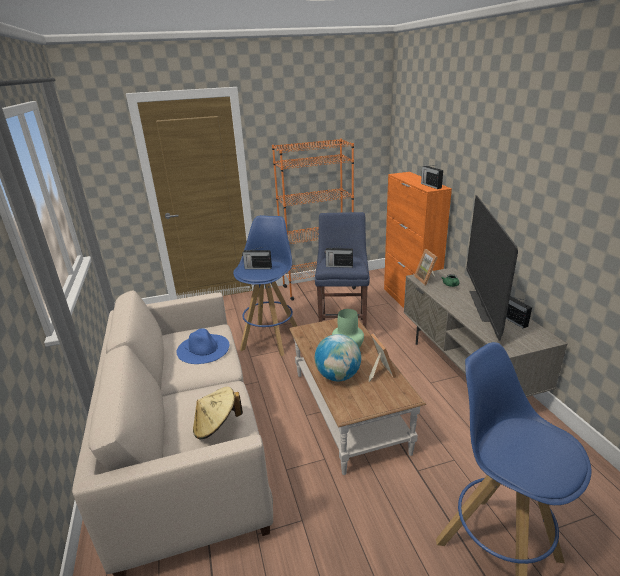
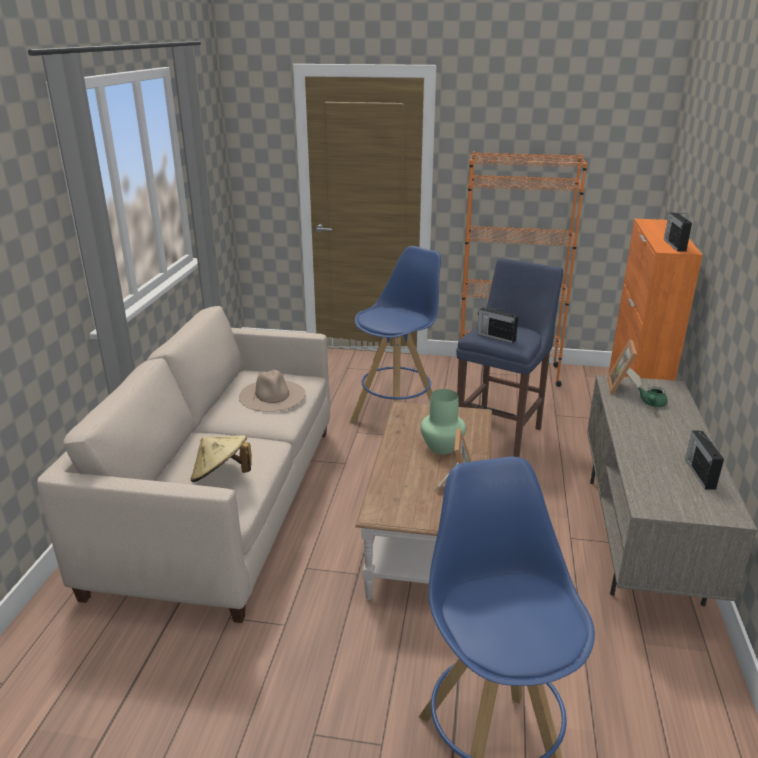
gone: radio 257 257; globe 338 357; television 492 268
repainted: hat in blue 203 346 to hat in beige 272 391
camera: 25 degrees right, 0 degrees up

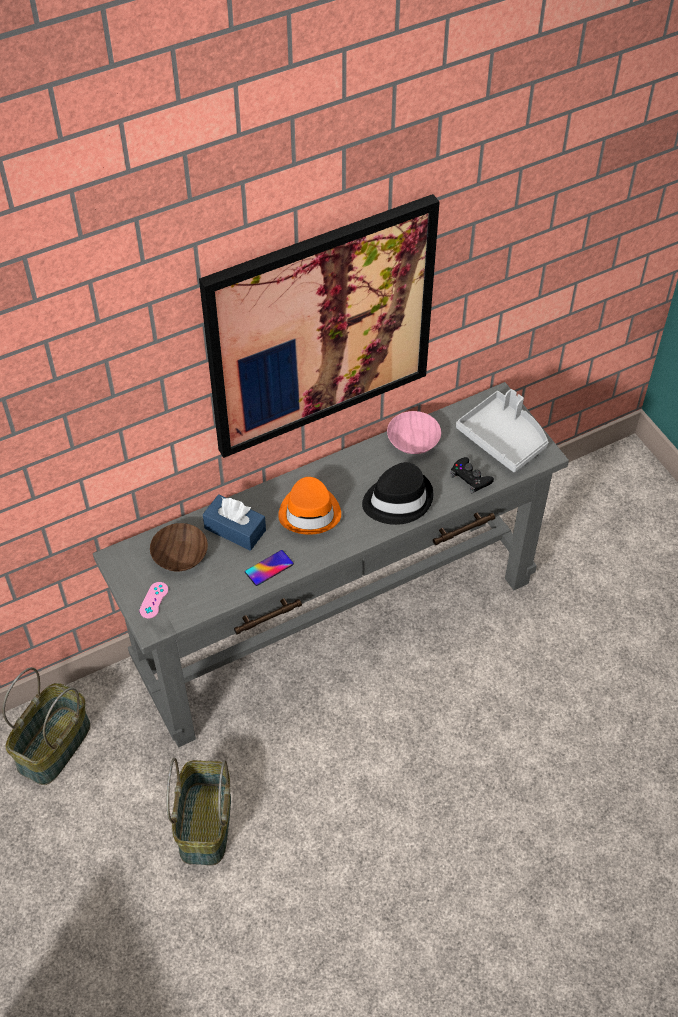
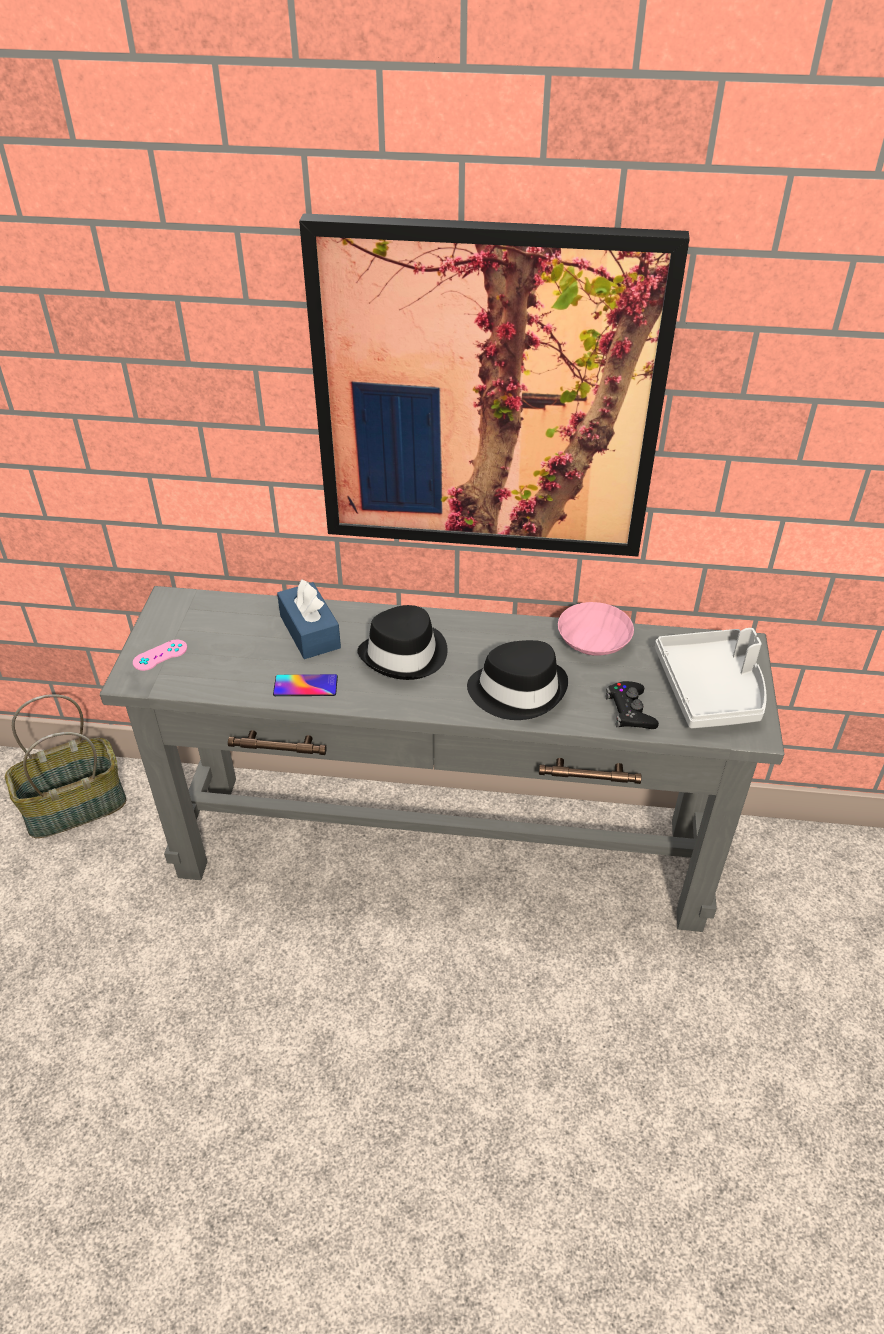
gone: bowl in brown 179 547; basket 198 811
repainted: hat in orange 309 506 to hat in black 402 642
camera: 35 degrees right, 10 degrees down

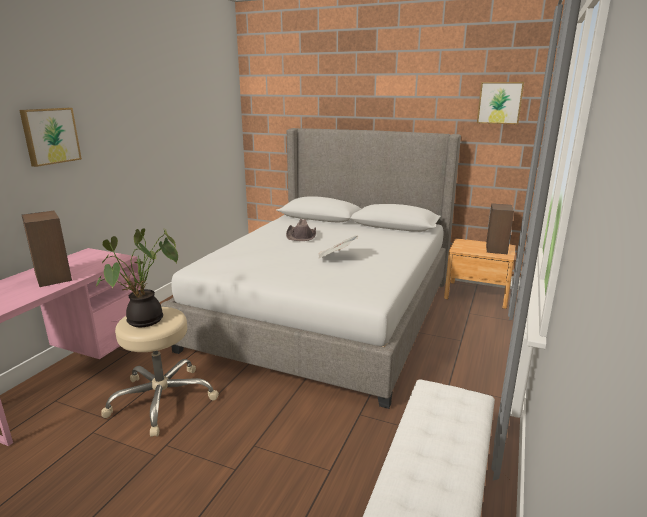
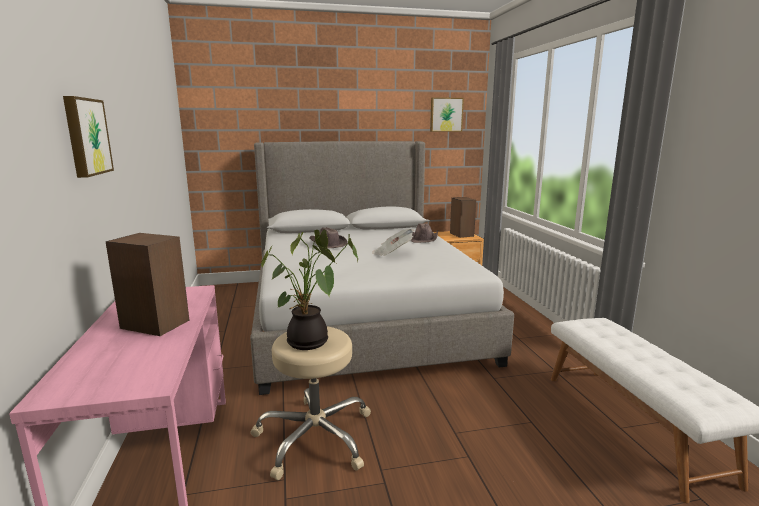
new: hat in brown 424 233
camera: 35 degrees left, 5 degrees down

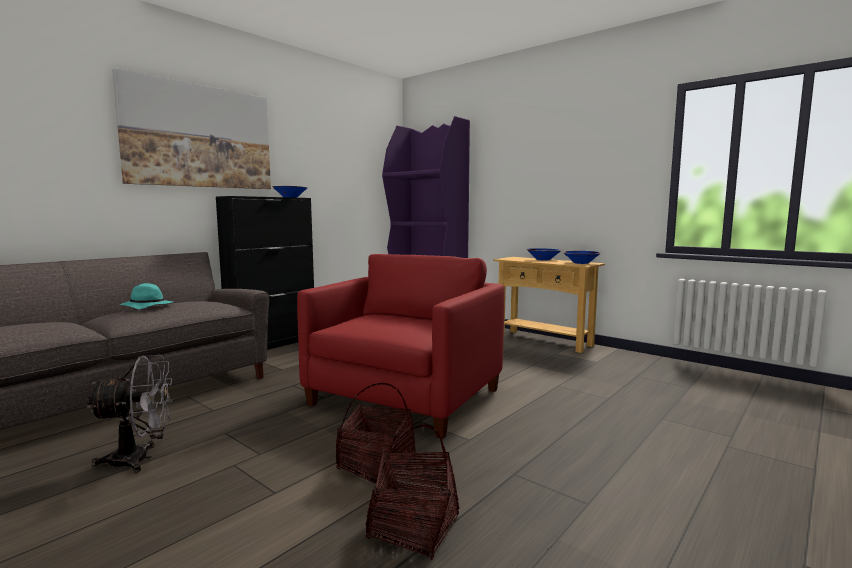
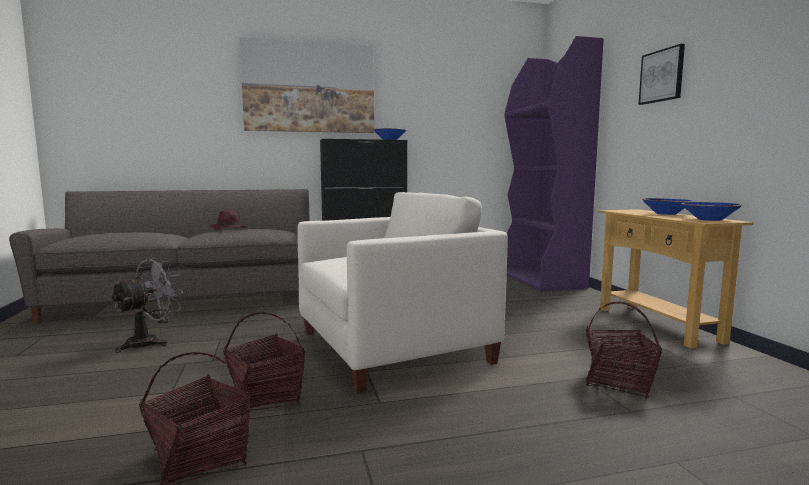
new: basket 624 350; picture 661 74
repainted: hat in turquoise 146 296 to hat in purple 228 220; armchair in red 400 346 to armchair in white 402 293
rotated: fan in grey 130 414 = 146 305 75 degrees counterclockwise
camera: 35 degrees right, 0 degrees up

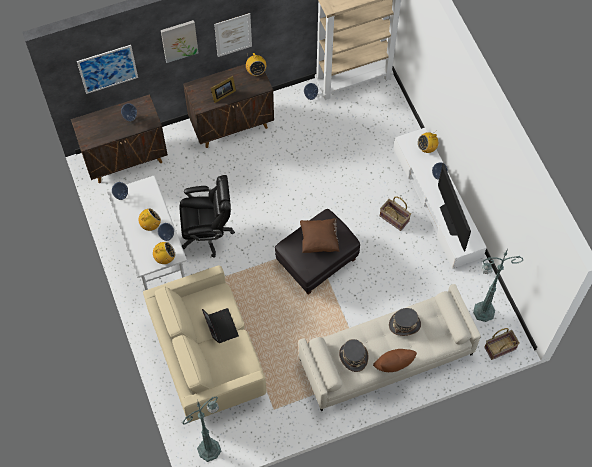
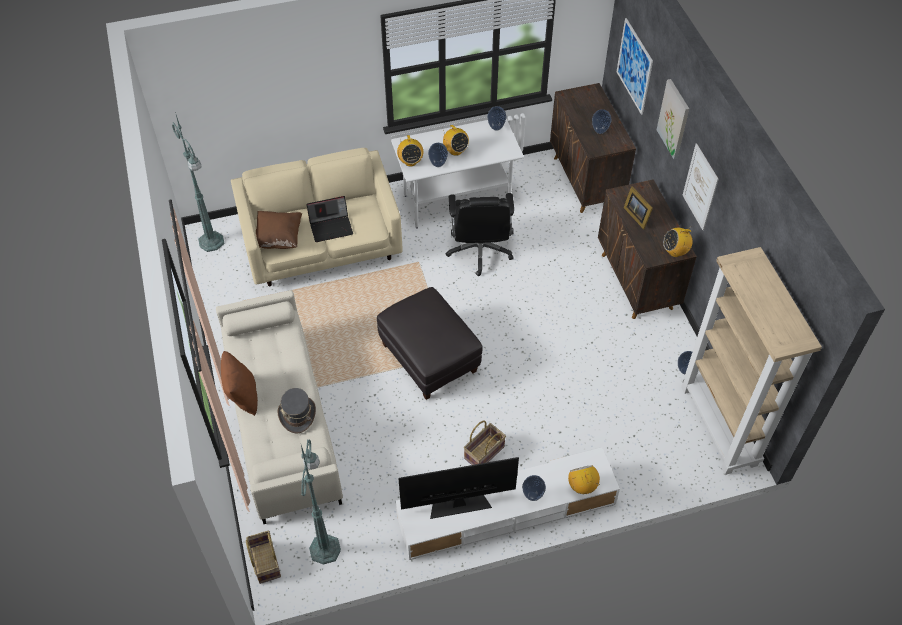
gone: hat in grey 353 355
shifted: pillow in brown 320 235 to 279 230
camera: 95 degrees right, 10 degrees down

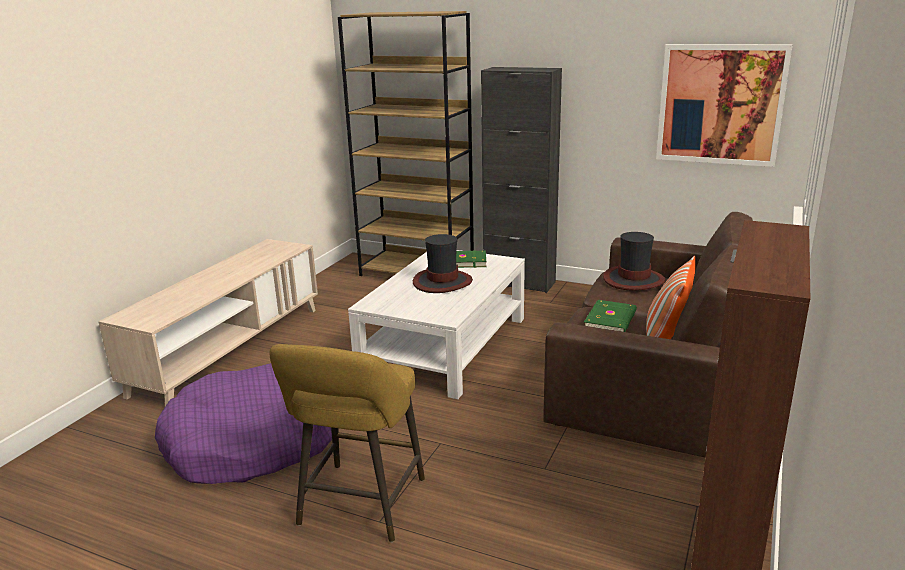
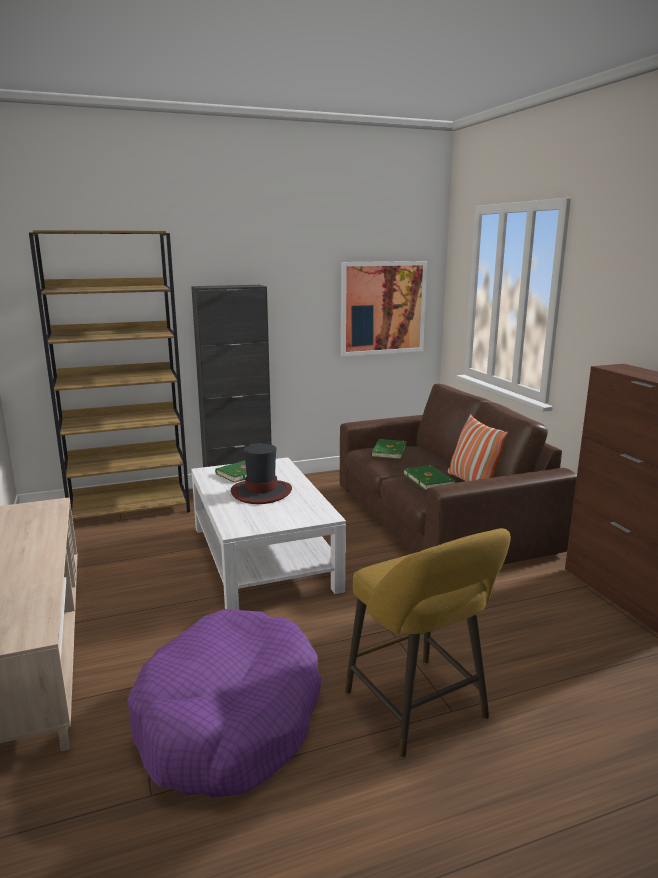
swapped: hat 634 261 to book in green 389 449
camera: 45 degrees left, 5 degrees down

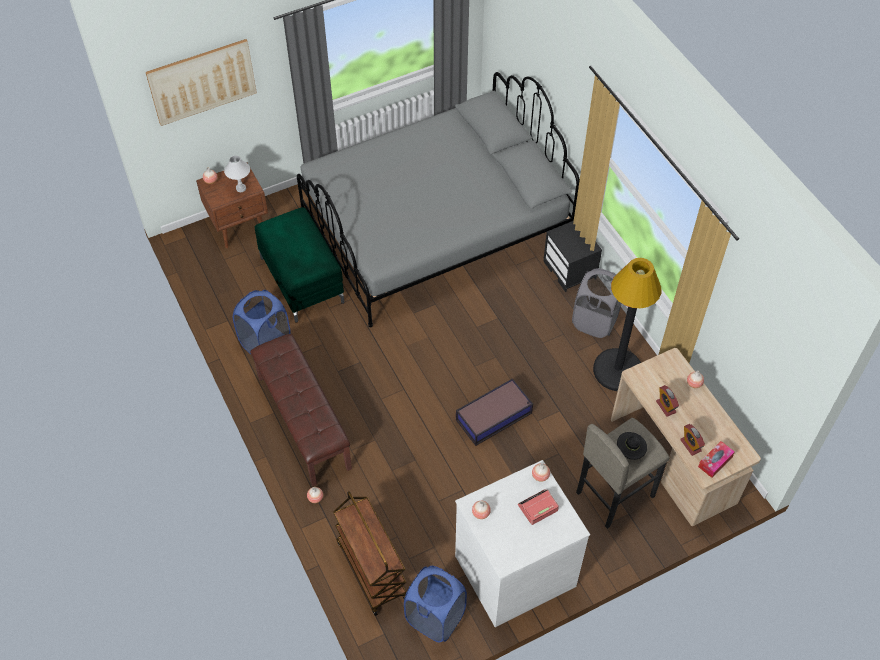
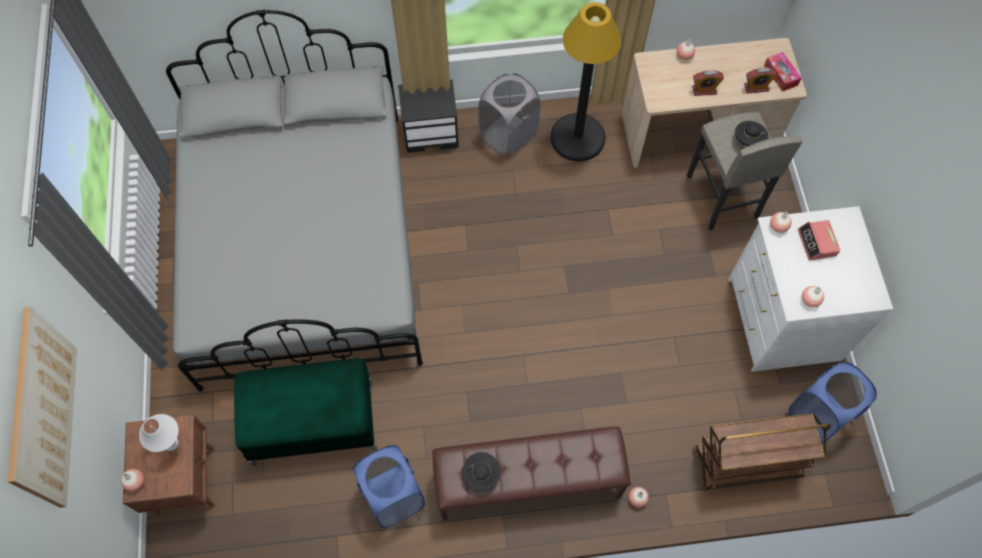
gone: storage box 494 412
new: hat in black 481 471
camera: 70 degrees left, 10 degrees up

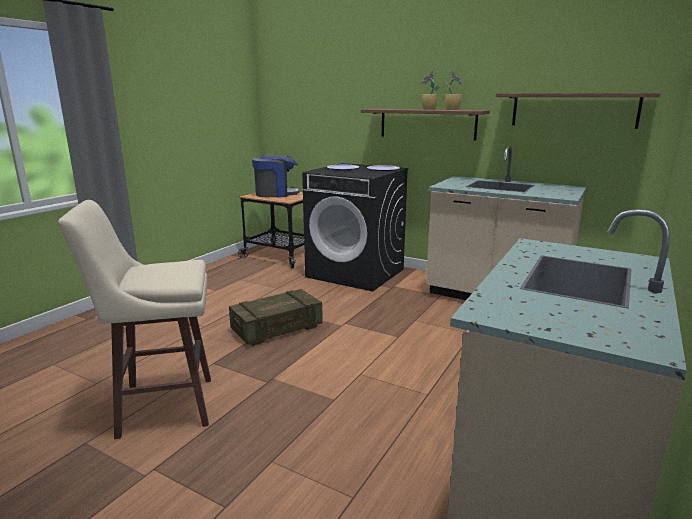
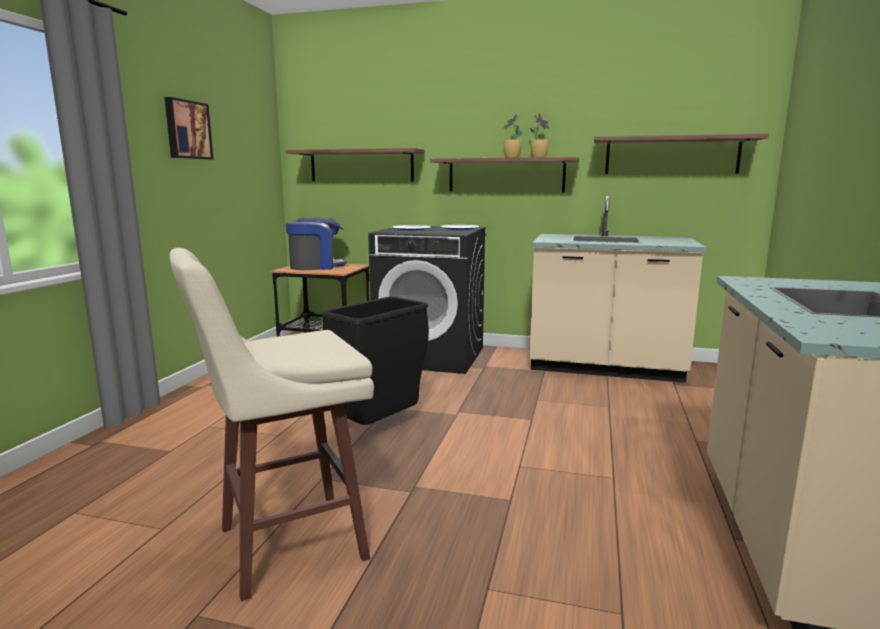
new: picture 189 128; shelf 355 165
swapped: crate 276 317 to trash can in black 375 360
camera: 15 degrees left, 5 degrees down

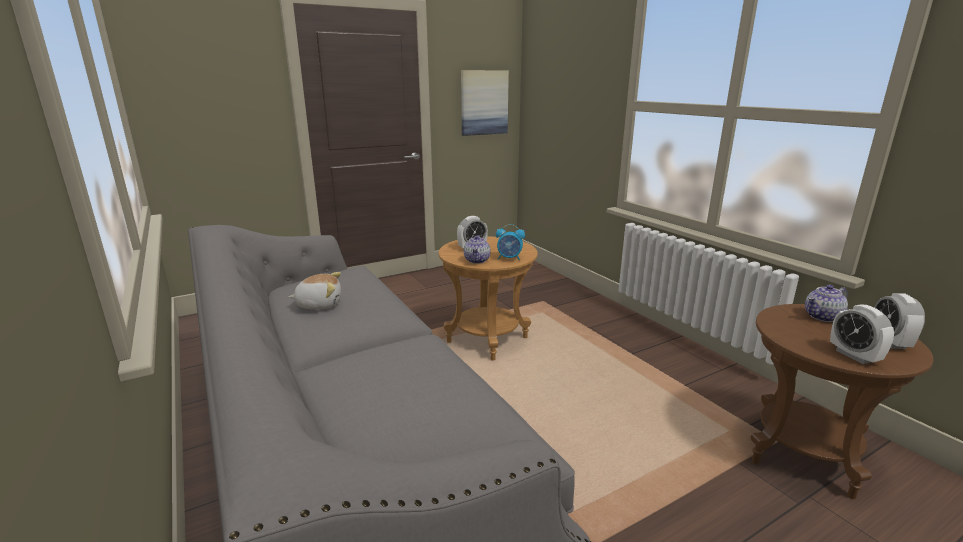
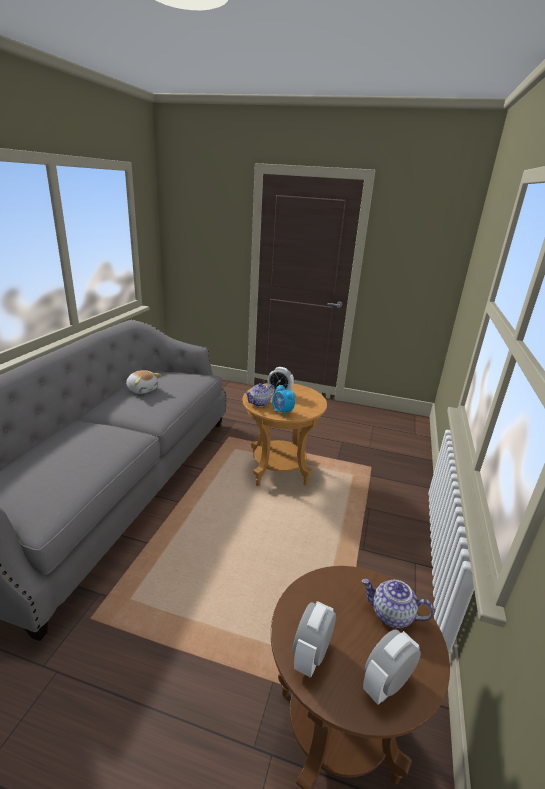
gone: picture 485 103
camera: 45 degrees right, 5 degrees up

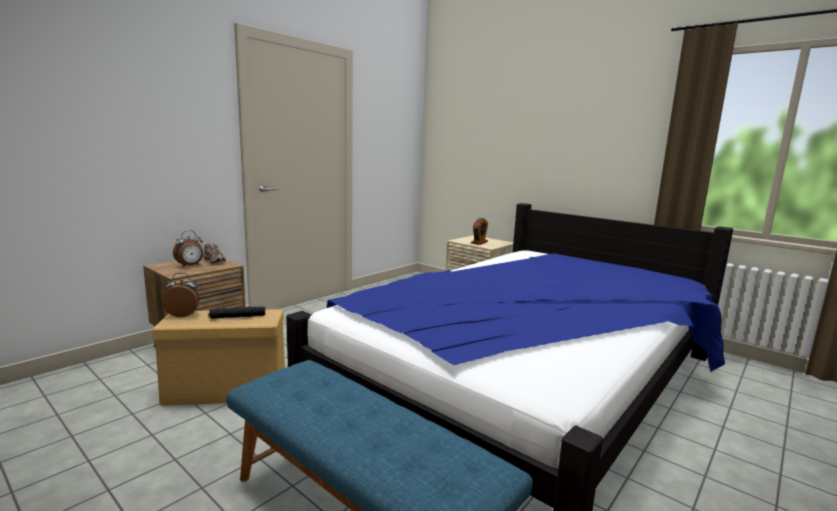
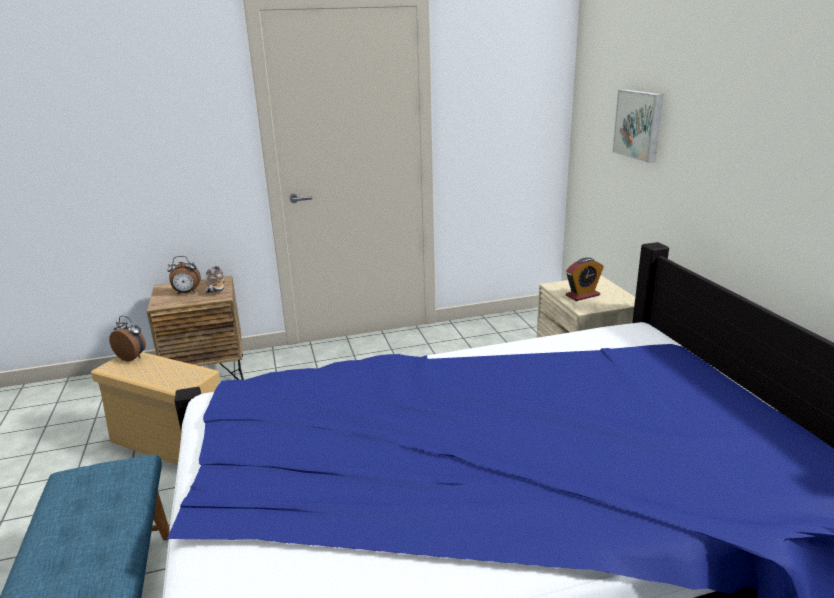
gone: flashlight in black 236 312
new: picture 637 126
camera: 35 degrees right, 10 degrees up

